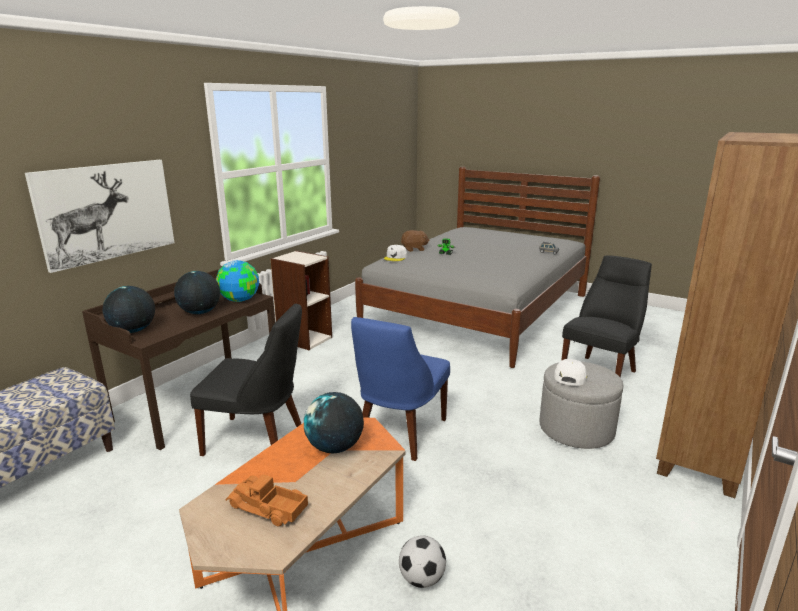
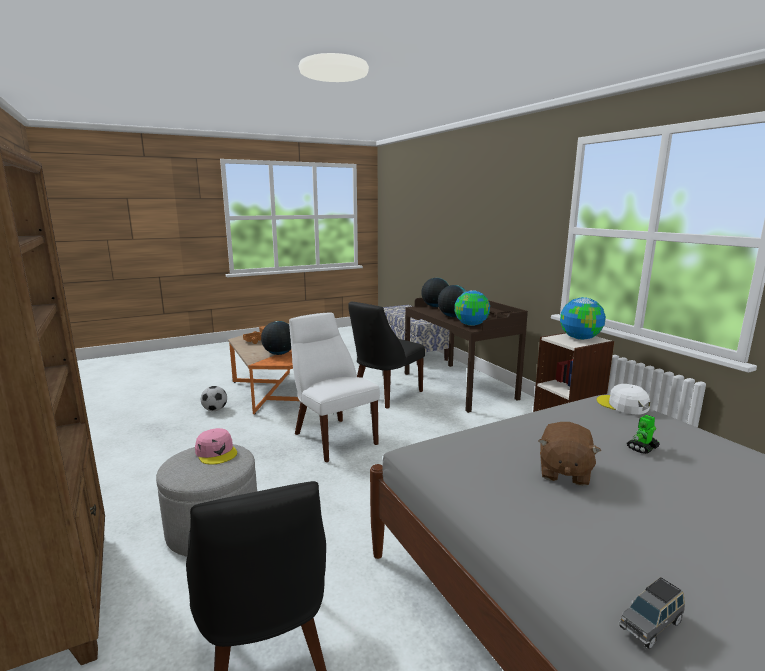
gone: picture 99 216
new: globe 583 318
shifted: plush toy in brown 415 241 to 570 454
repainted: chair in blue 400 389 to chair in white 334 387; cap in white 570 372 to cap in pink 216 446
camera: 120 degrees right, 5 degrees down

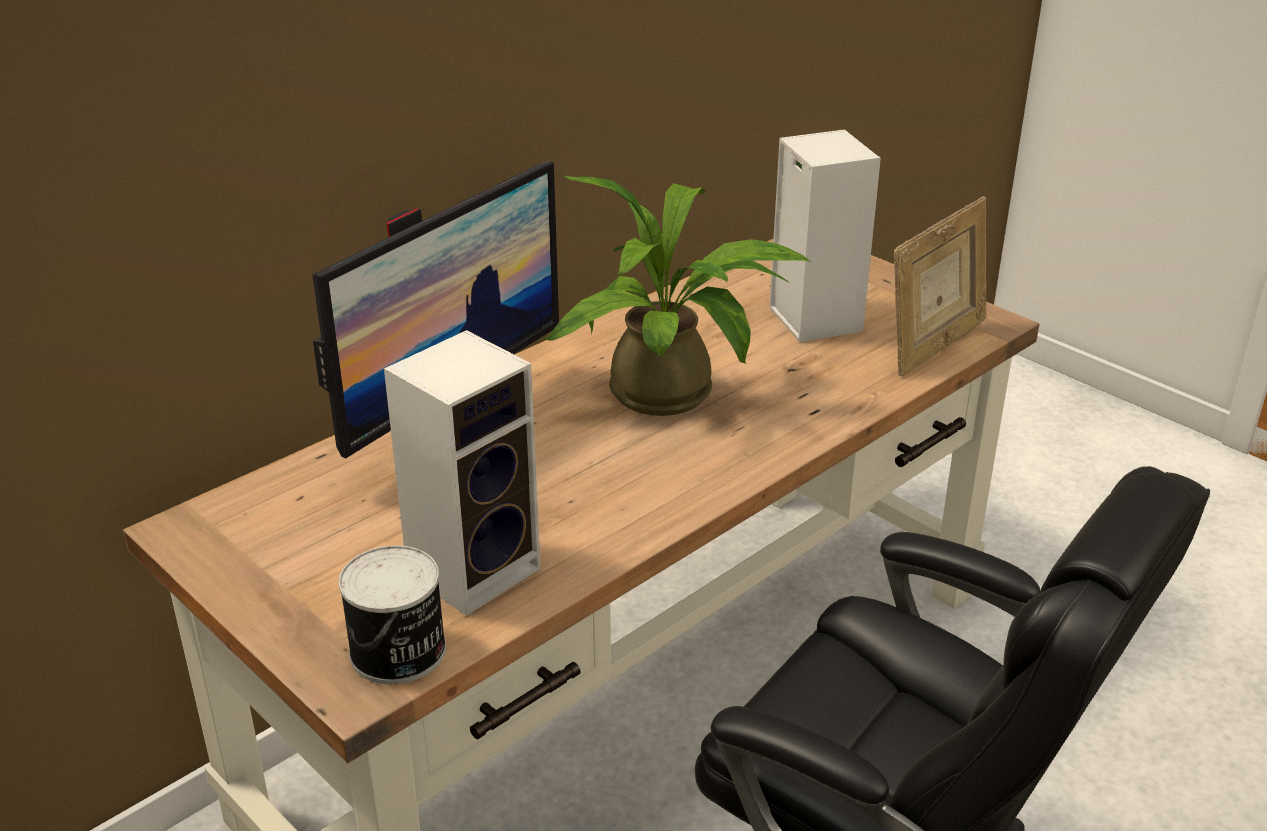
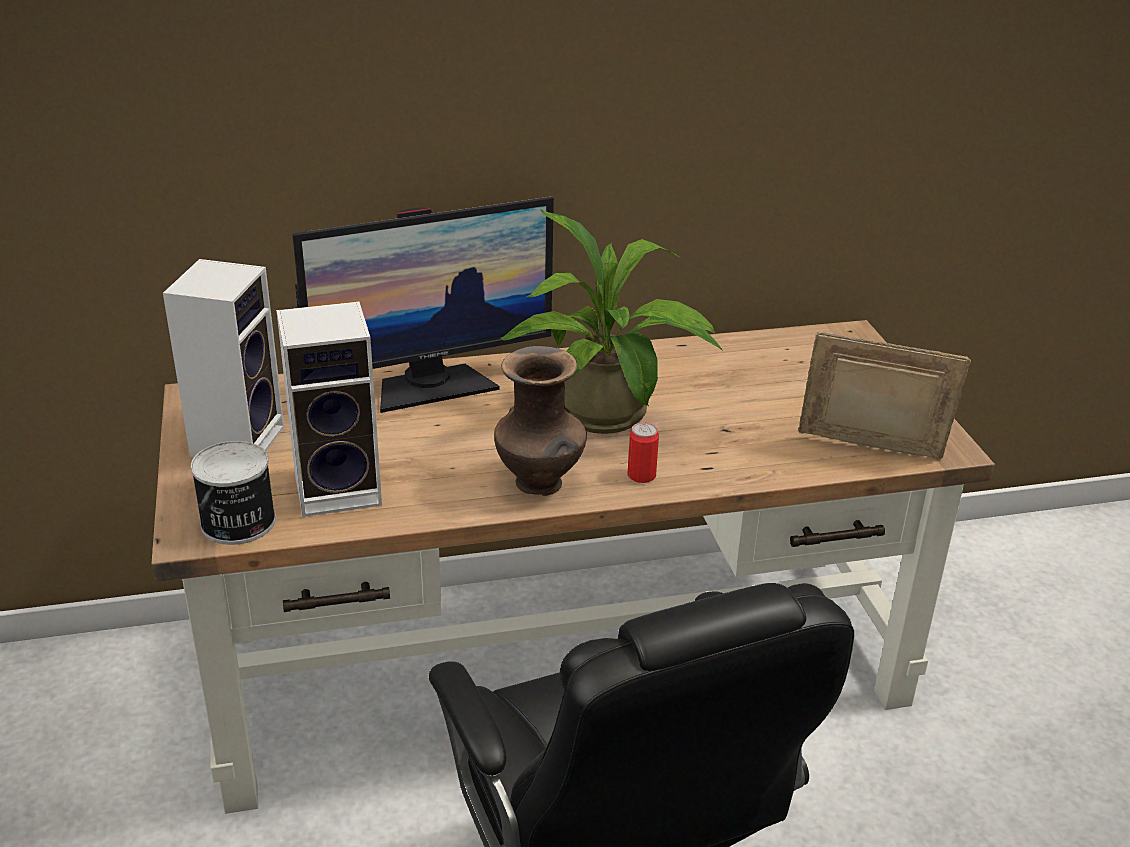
new: vase in brown 540 421; can 643 452
shifted: speaker 825 235 to 223 358
rotated: picture frame 940 286 = 884 395 150 degrees counterclockwise
camera: 30 degrees right, 0 degrees up

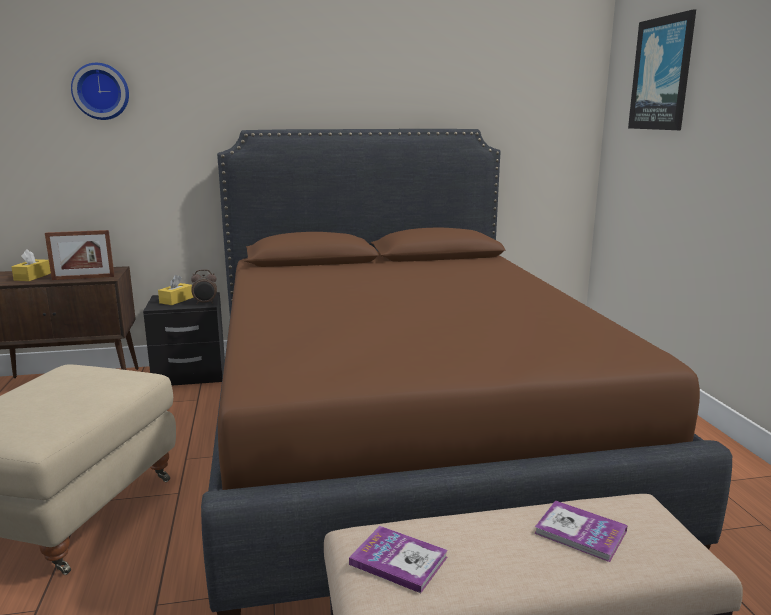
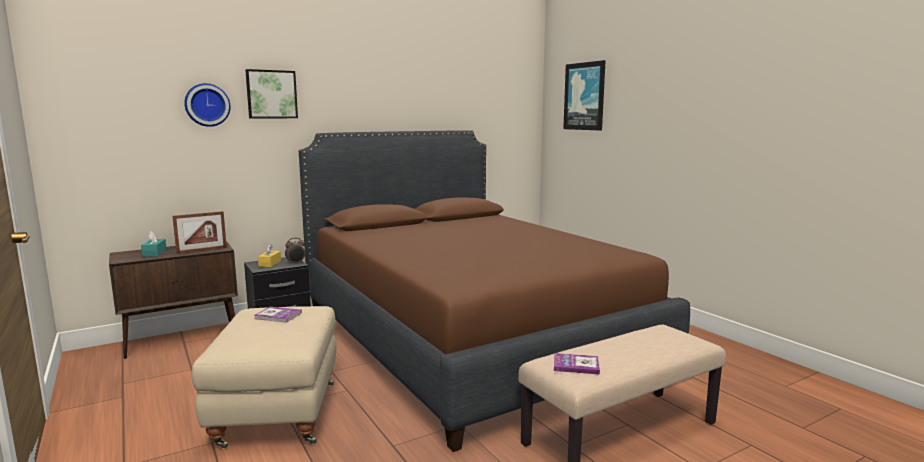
new: picture 271 93
shifted: book 581 531 to 278 314
repainted: tissue box in yellow 31 265 to tissue box in turquoise 154 244
camera: 20 degrees left, 5 degrees down

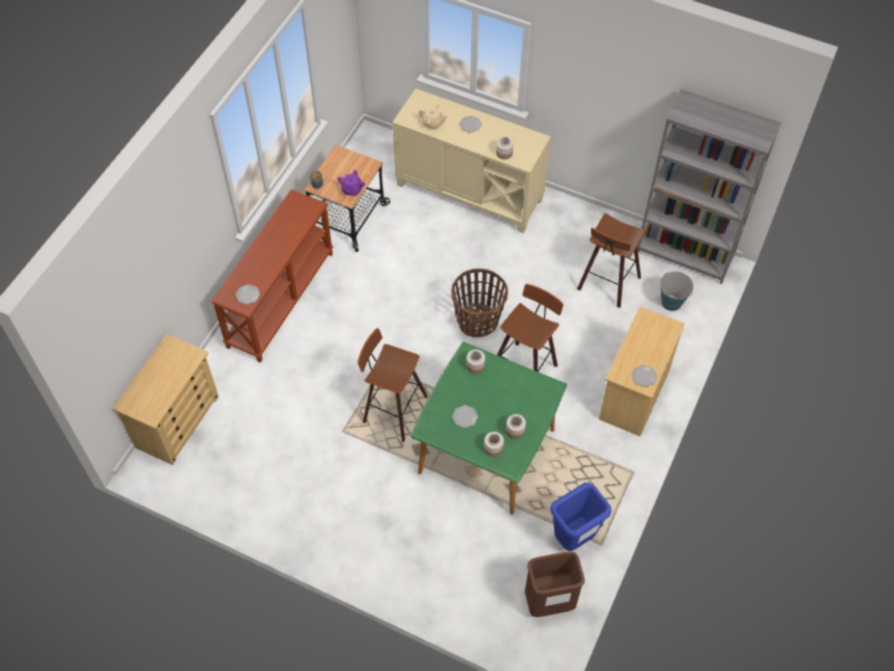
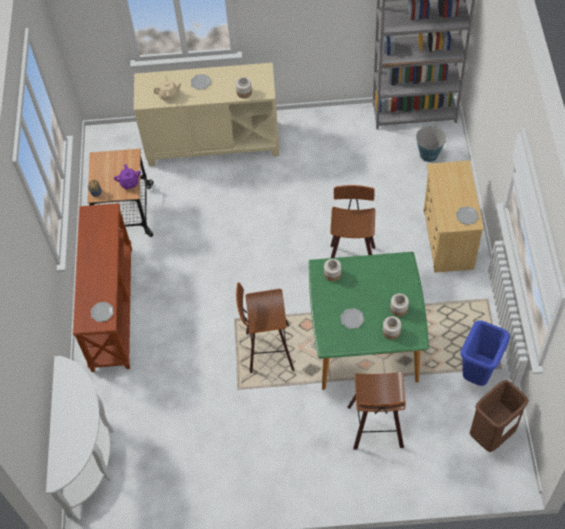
gone: basket 479 303
shifted: stool 611 260 to 377 411
swapped: dresser in beige 166 399 to console table in white 80 437
camera: 25 degrees left, 0 degrees up

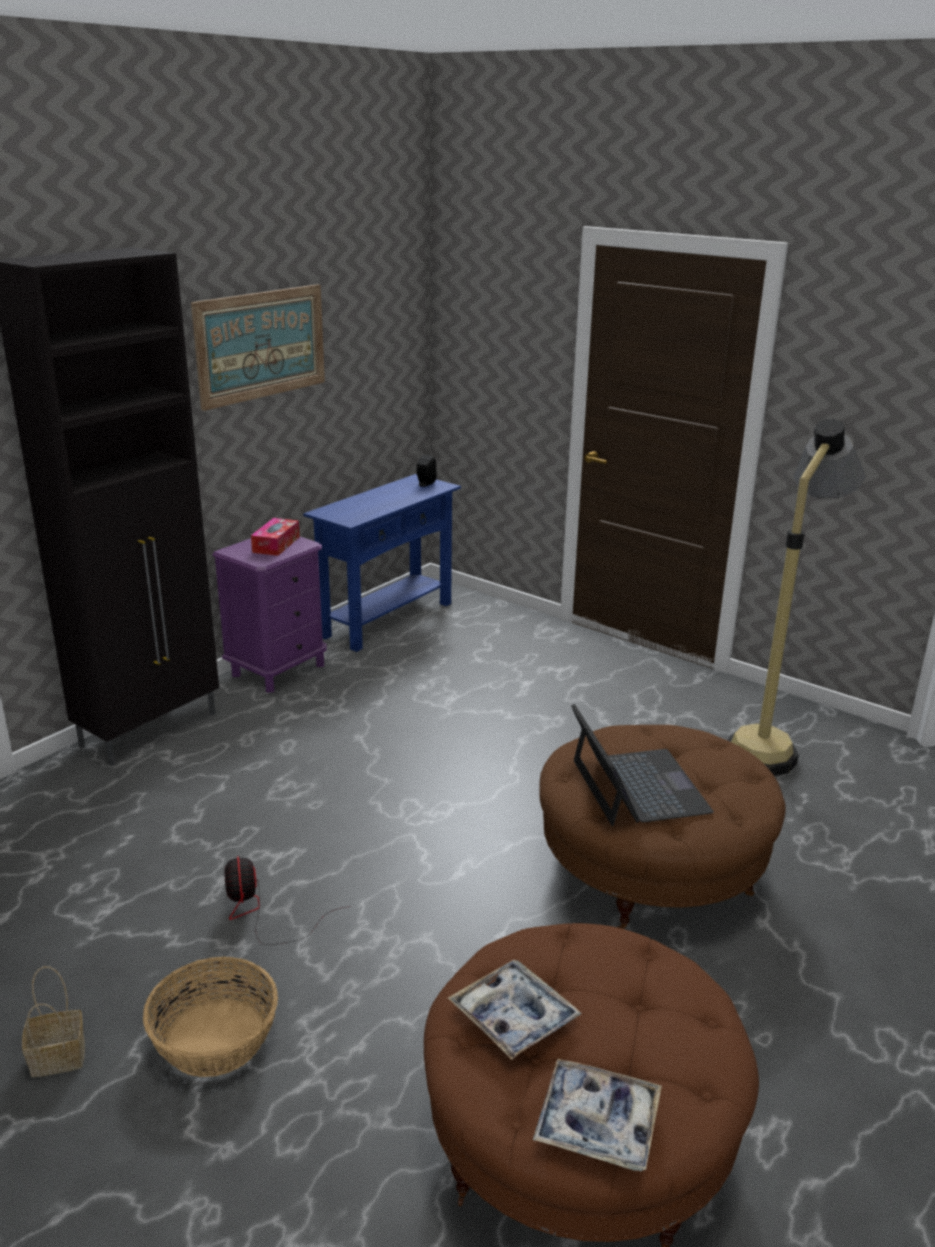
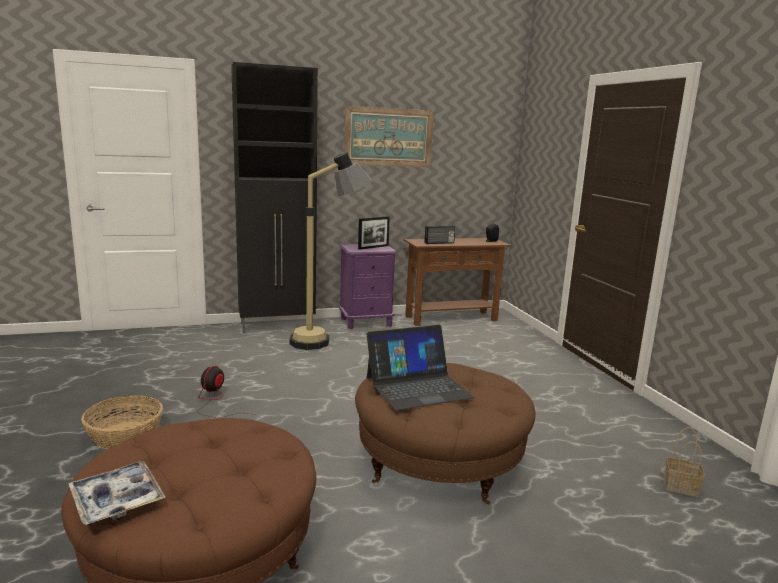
gone: tray 515 1010
new: radio 439 235
shifted: basket 53 1021 to 684 462; floor lamp 796 597 to 330 251
swapped: tissue box 275 537 to picture frame 374 233
repainted: console table in blue 382 563 to console table in brown 457 282
rotated: laptop 642 765 = 420 367 45 degrees clockwise
camera: 35 degrees right, 10 degrees down

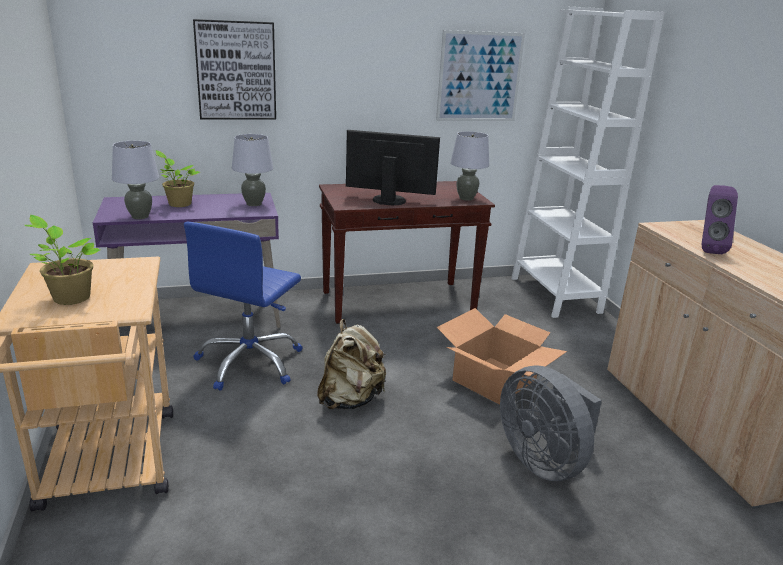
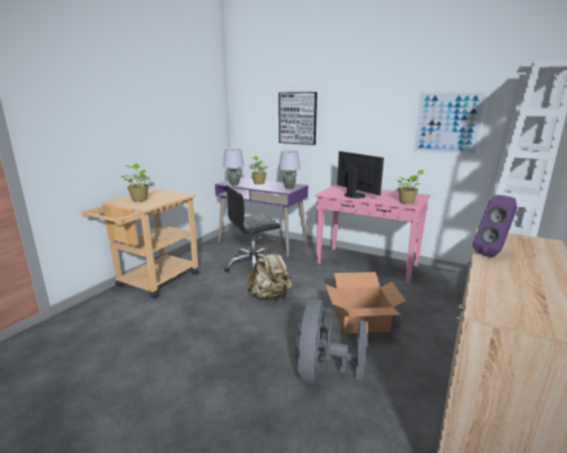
swapped: table lamp in grey 469 166 to potted plant 409 187
repainted: office chair in blue 243 306 to office chair in black 252 229; console table in brown 407 252 to console table in pink 372 234
camera: 45 degrees right, 5 degrees down

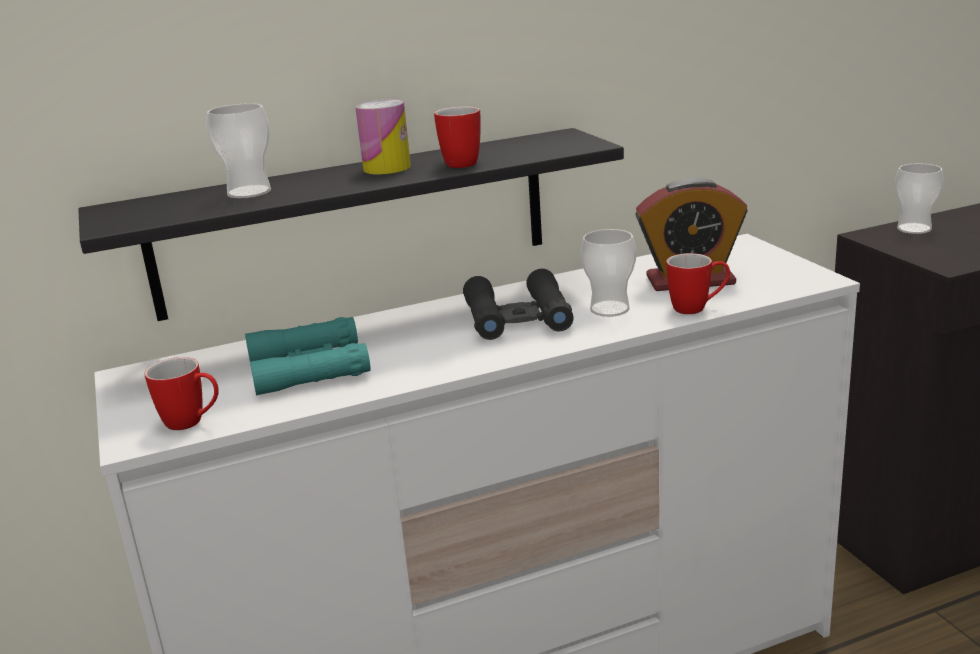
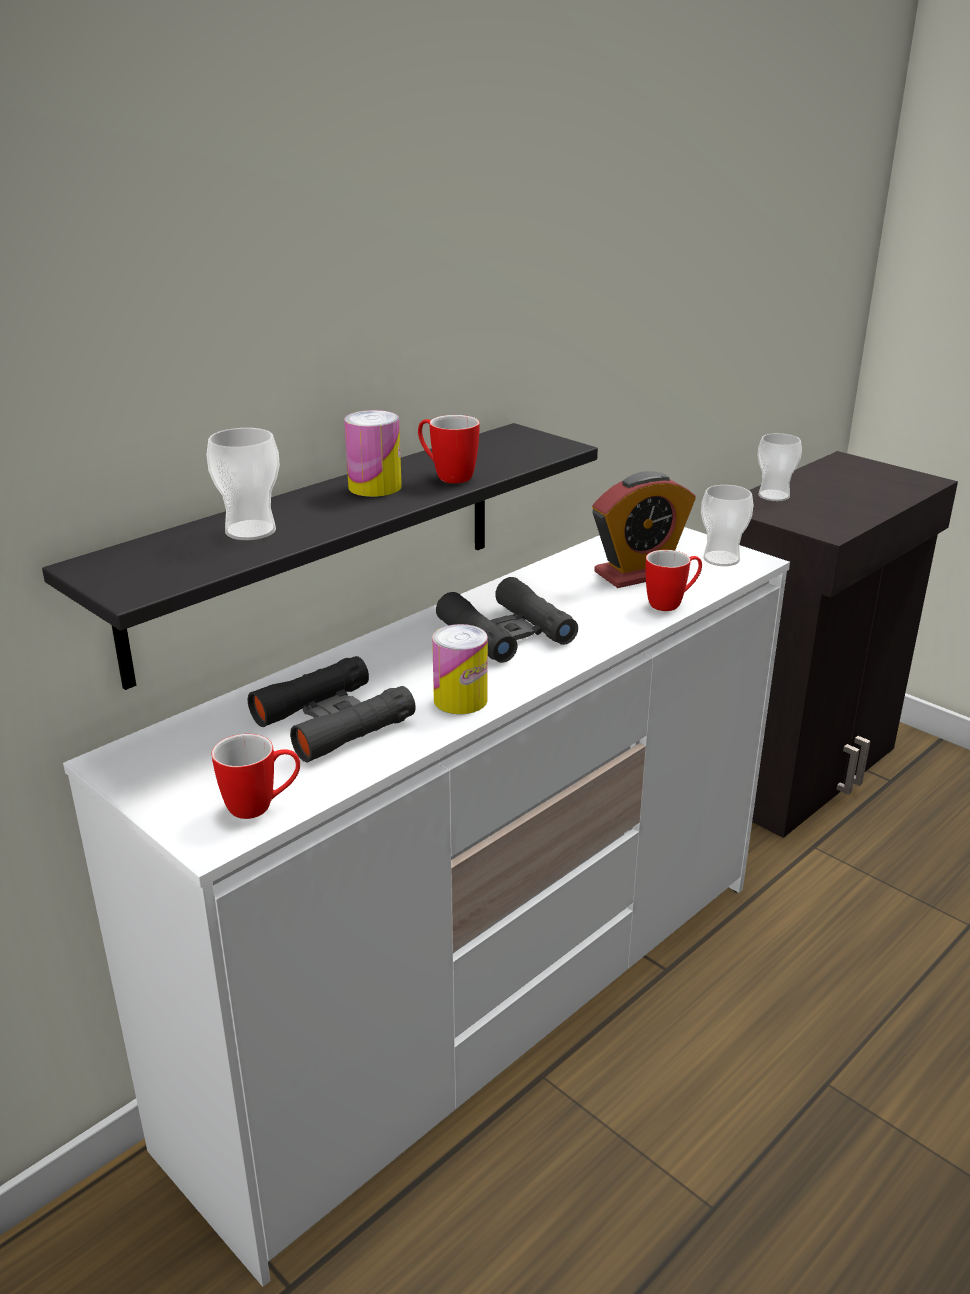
new: can 460 669
shifted: cup 608 273 to 727 525
repainted: binoculars in turquoise 307 356 to binoculars in black 332 709
camera: 25 degrees left, 5 degrees up

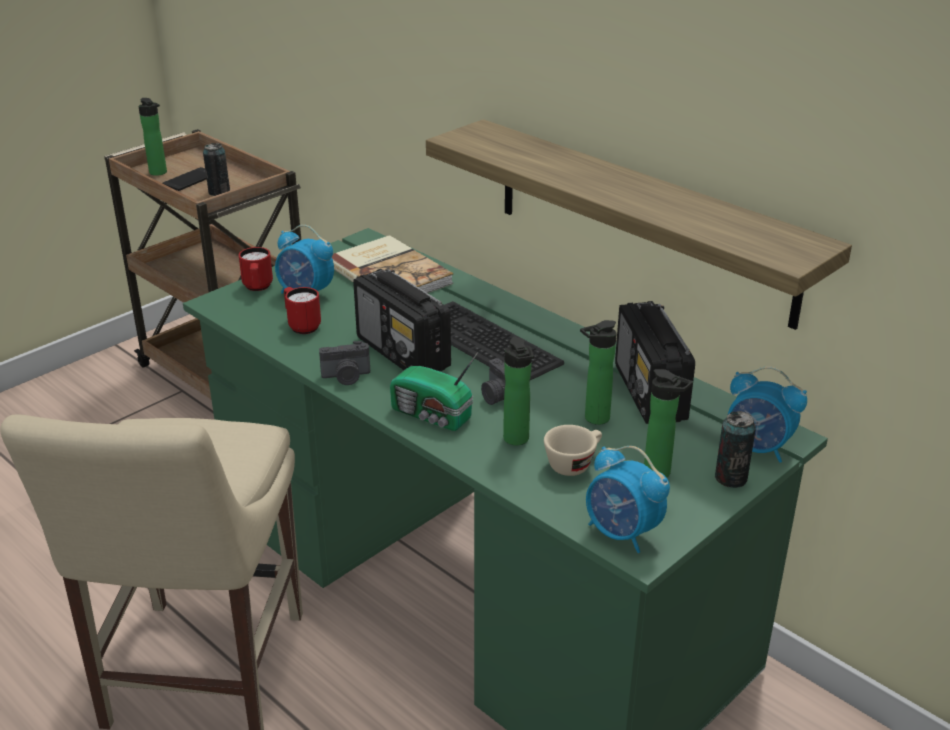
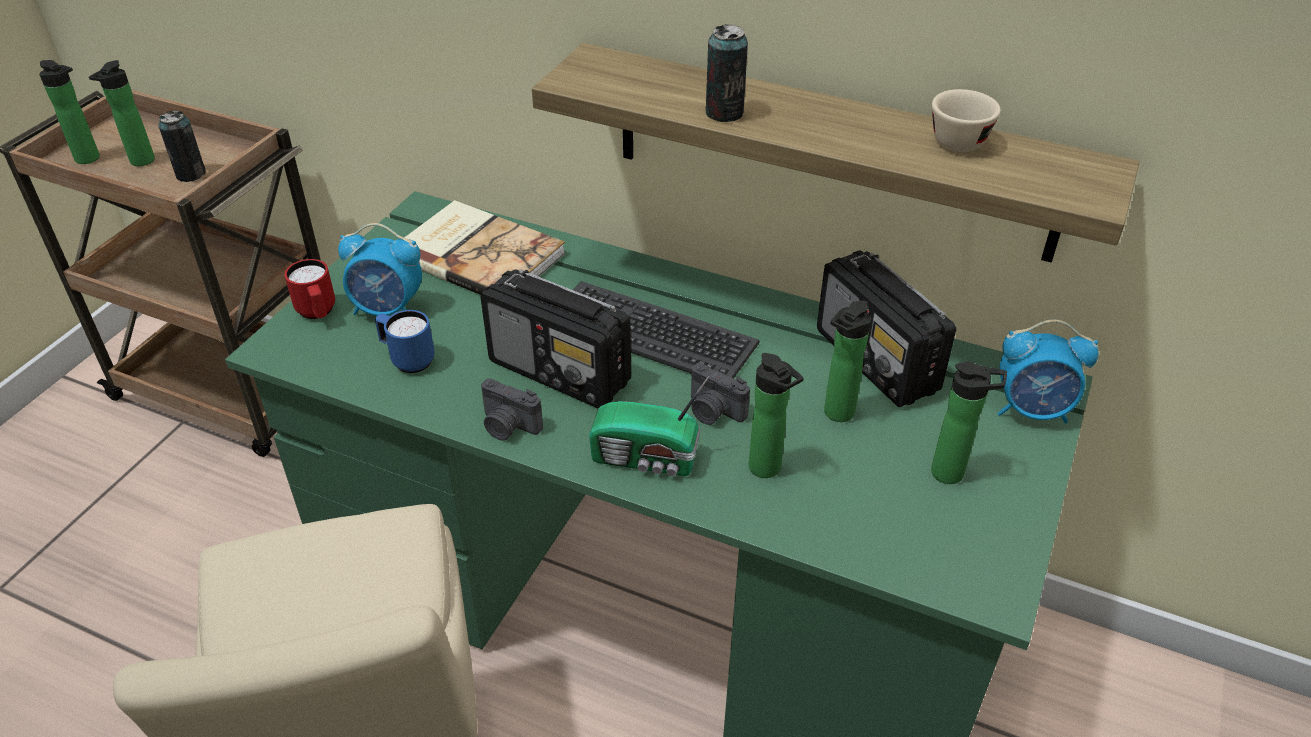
gone: alarm clock 628 499
shifted: cup in beige 573 450 to 966 120; can 735 449 to 727 73
swapped: phone 185 179 to bottle 122 113
repainted: mug in red 302 310 to mug in blue 405 341
rotated: photo camera 344 363 = 512 409 60 degrees clockwise
camera: 20 degrees left, 10 degrees up

